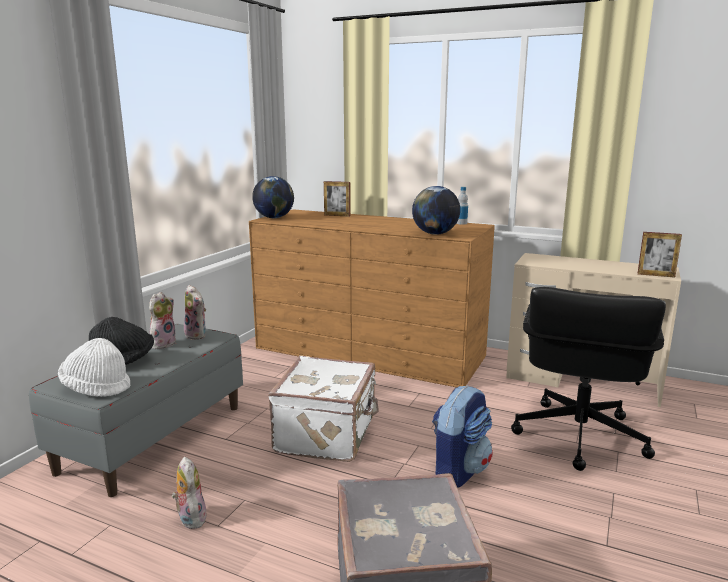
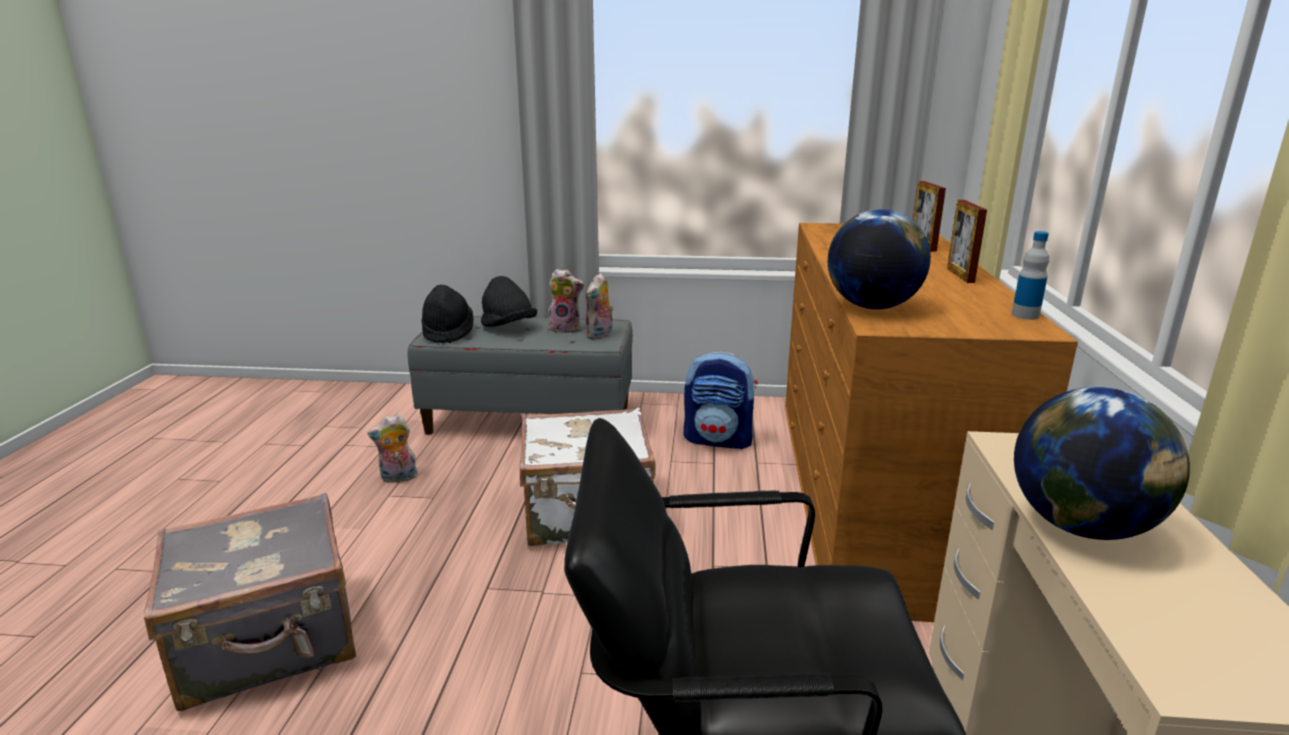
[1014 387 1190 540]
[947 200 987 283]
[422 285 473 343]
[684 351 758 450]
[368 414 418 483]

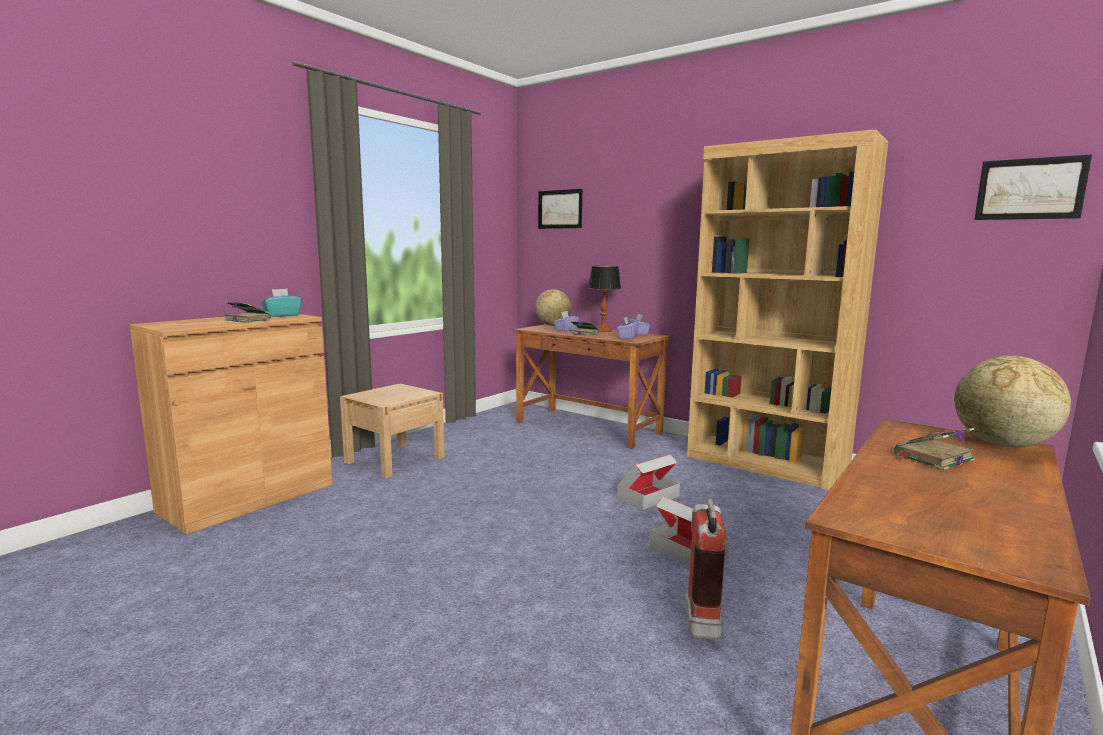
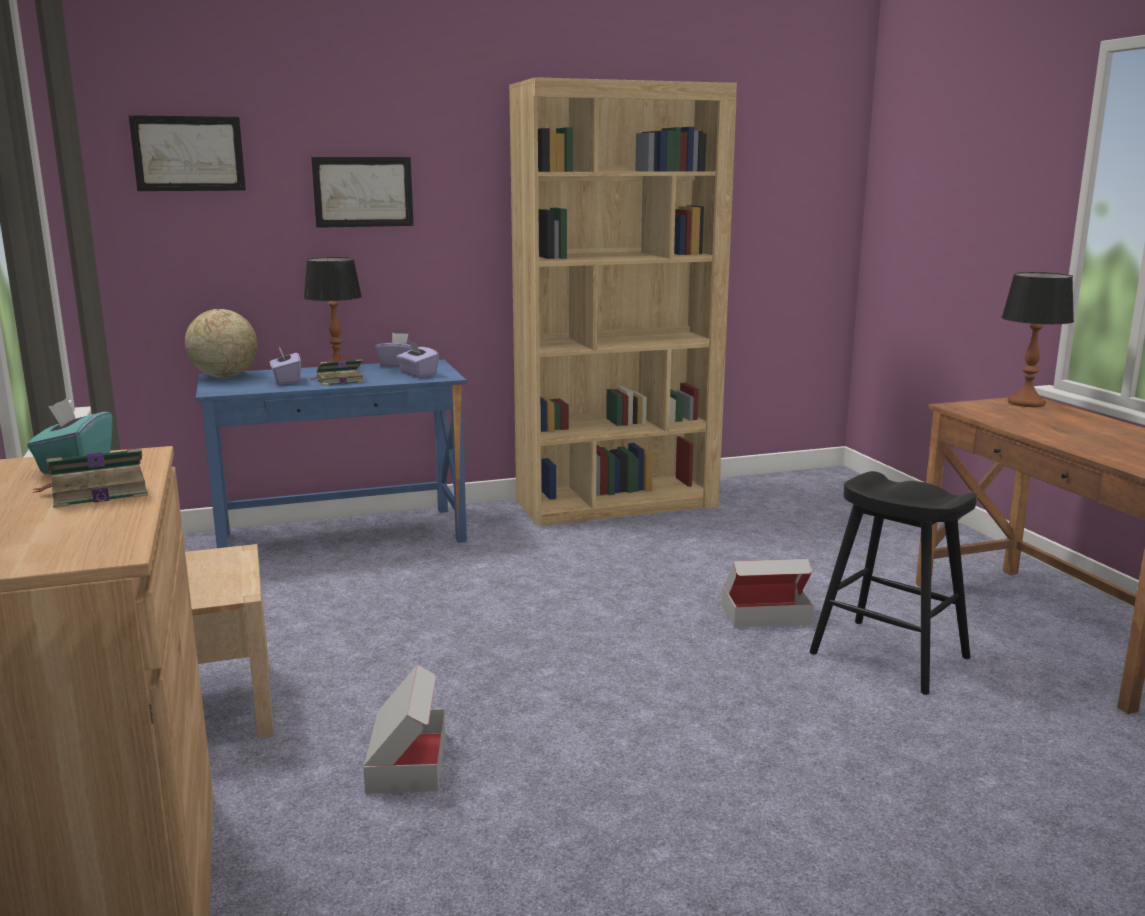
[311 157 414 228]
[196 360 467 548]
[1001 272 1074 407]
[894 428 975 470] (first image)
[363 665 445 794]
[809 471 977 695]

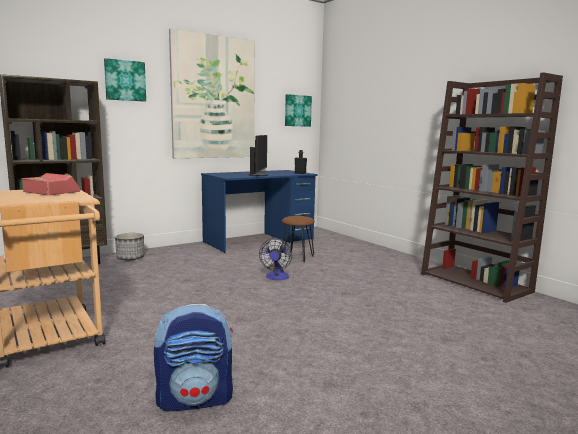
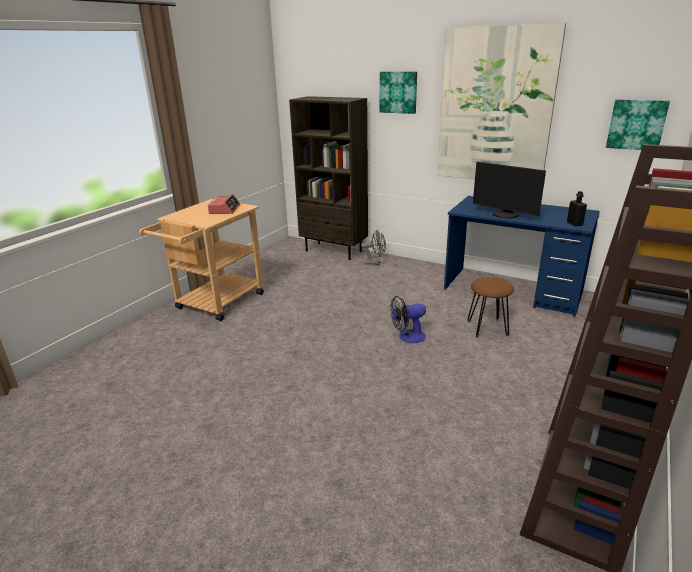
[473 162 546 219]
[361 230 386 265]
[154 303 233 411] (first image)

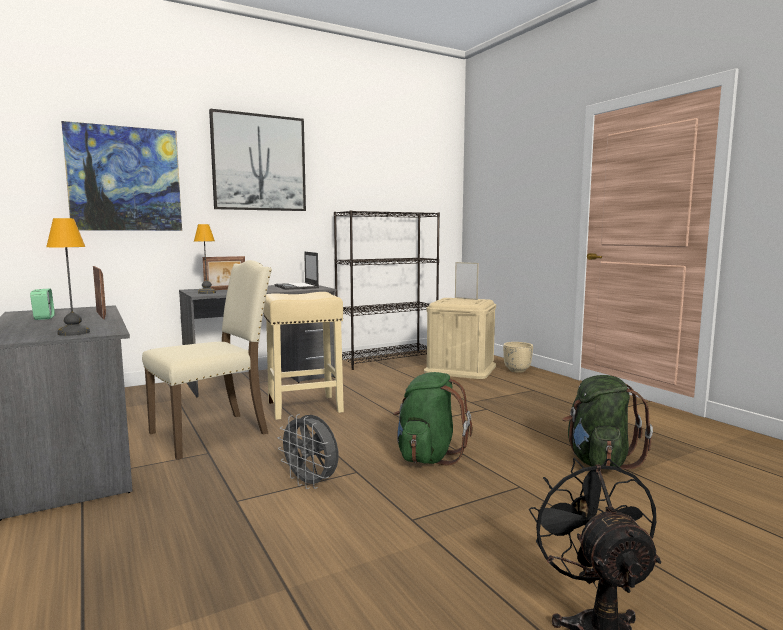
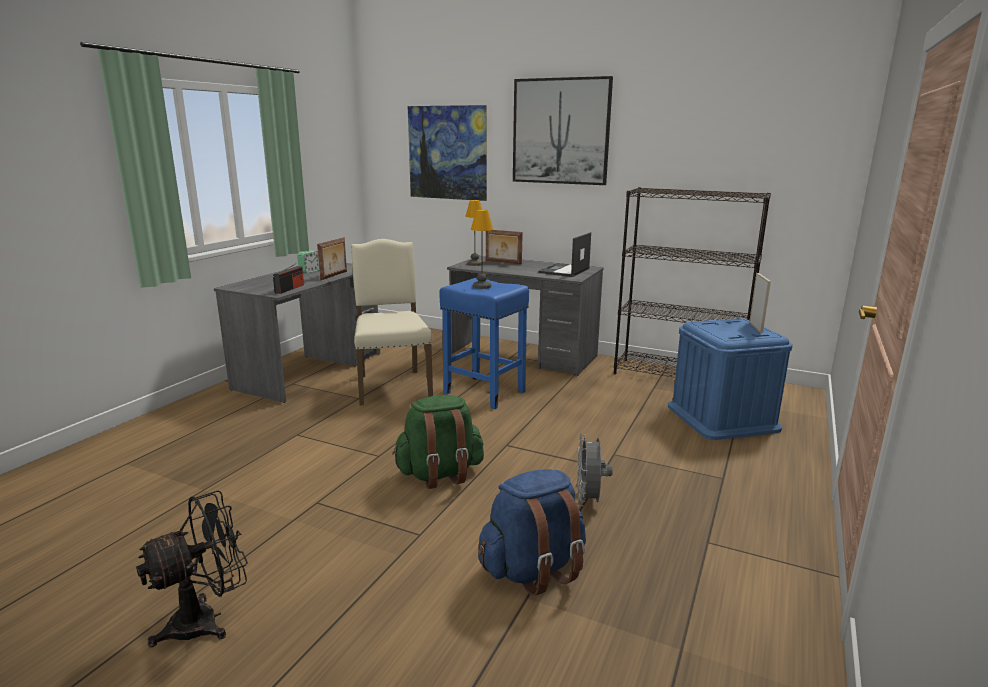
[471 210 493 289]
[351 239 433 406]
[439 278 529 409]
[668 318 793 440]
[503 342 533 373] (first image)
[478 469 586 596]
[577 433 613 506]
[273 263 304 294]

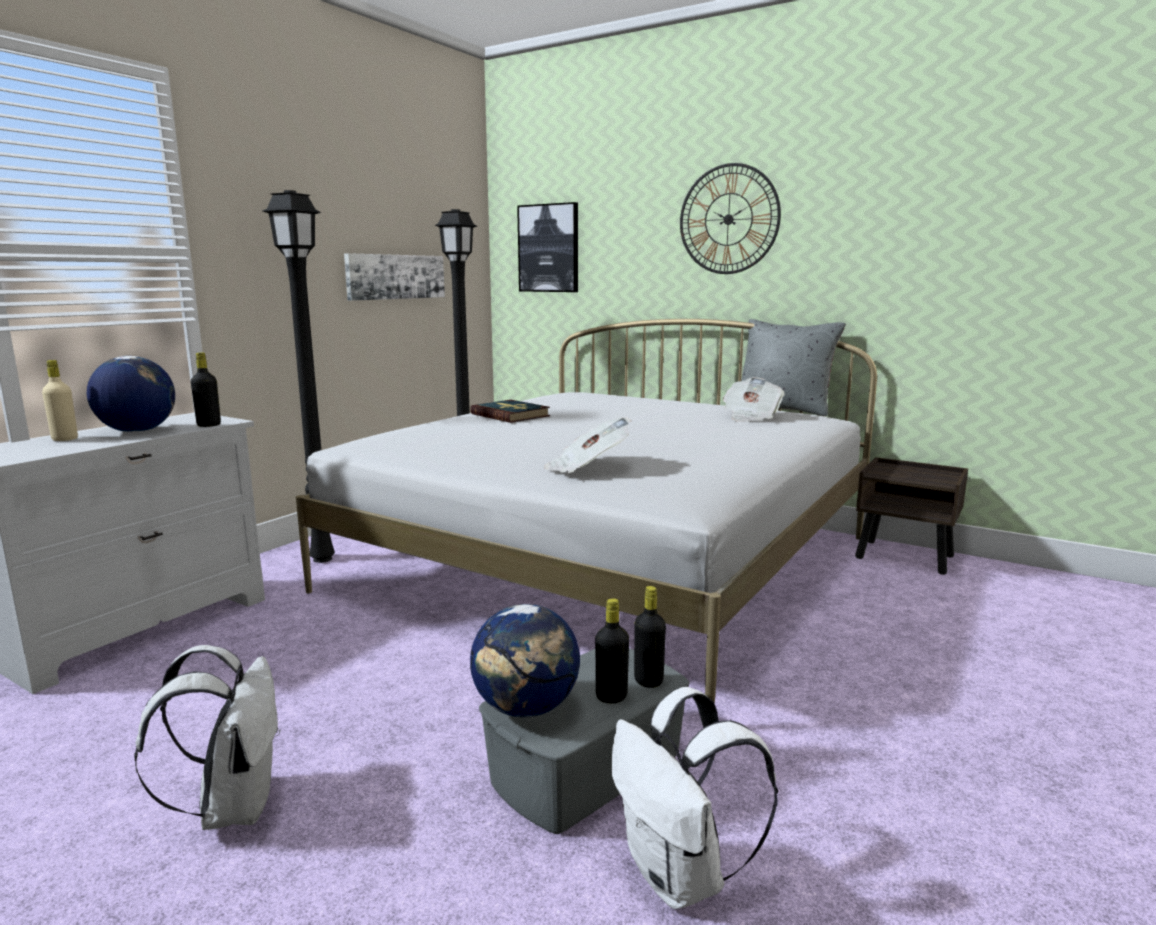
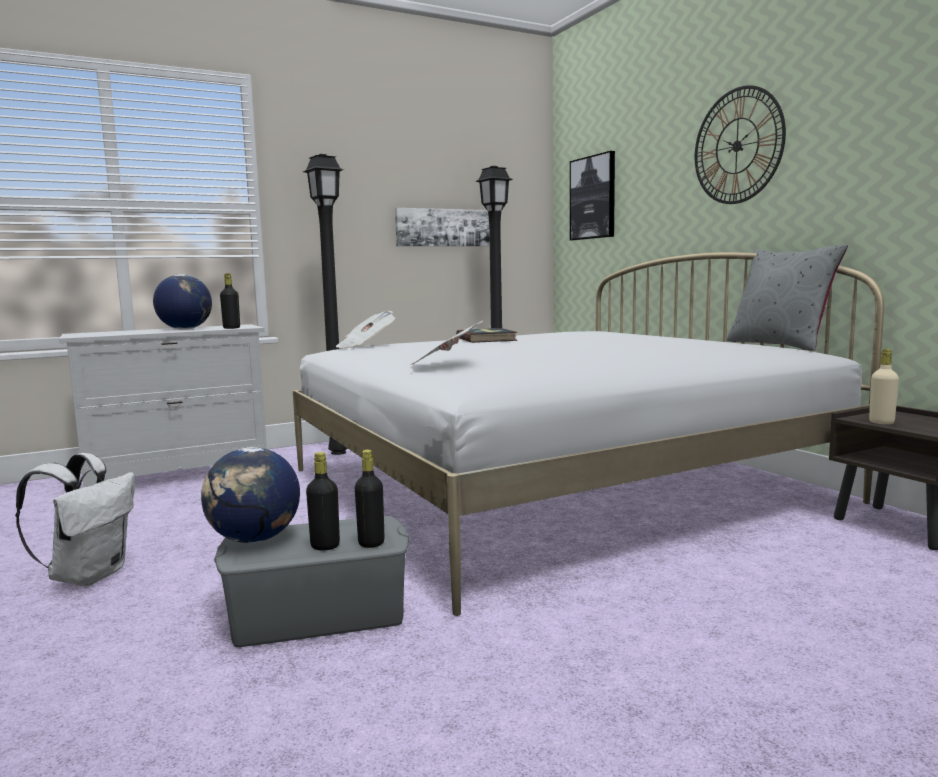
[869 349 899 424]
[336 311 395 348]
[611 687 778 909] (first image)

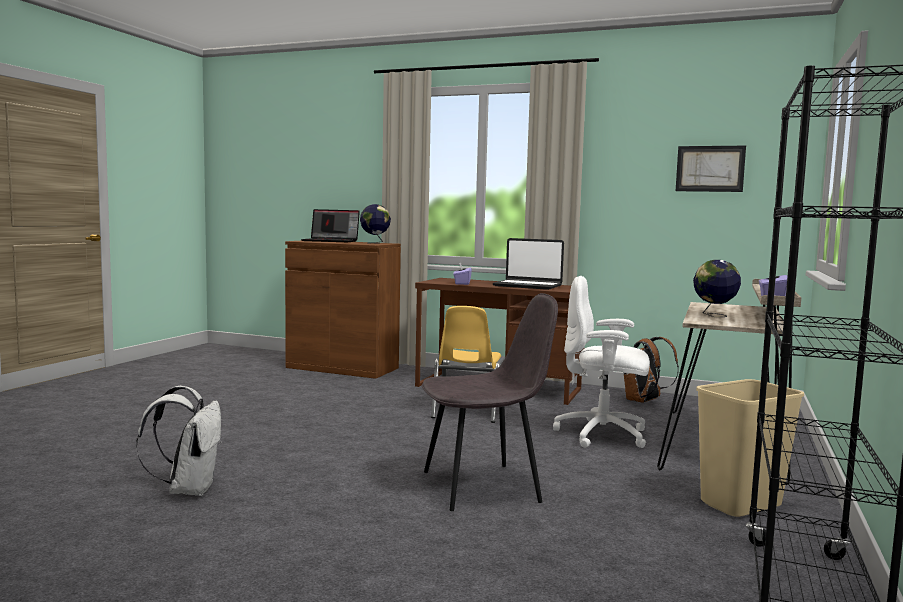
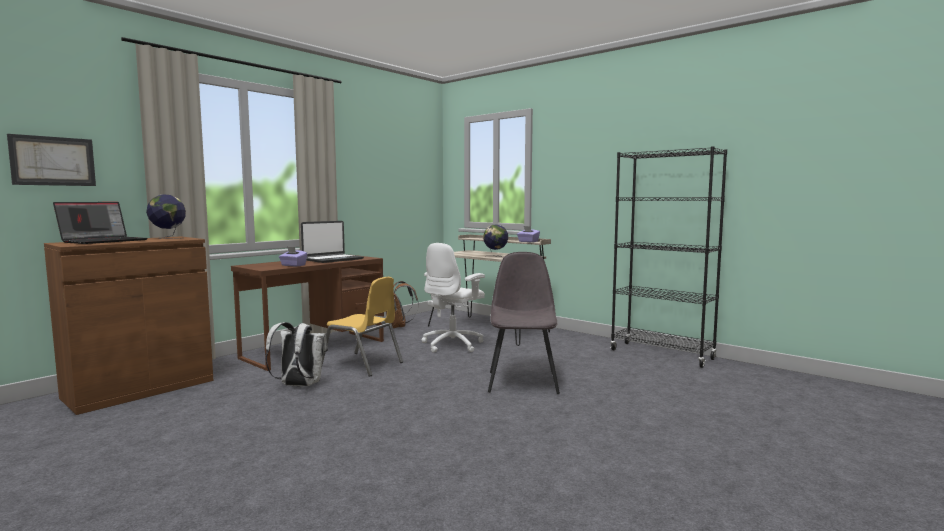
[7 134 96 186]
[696 379 804 517] (first image)
[265 322 328 386]

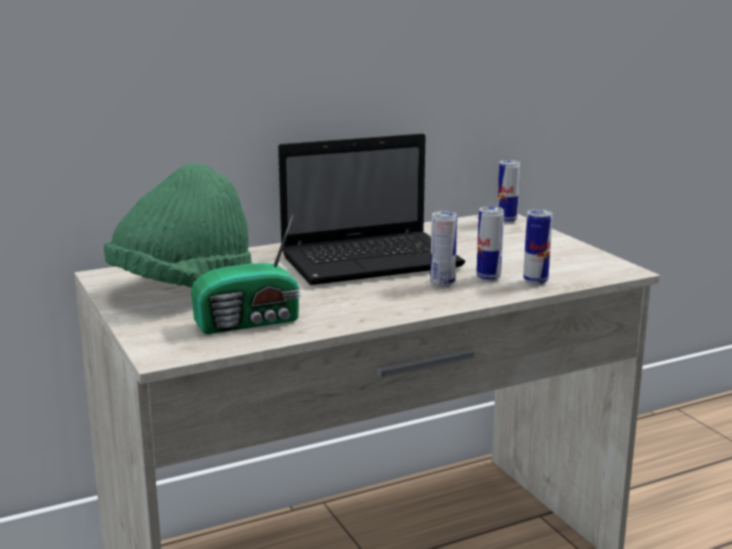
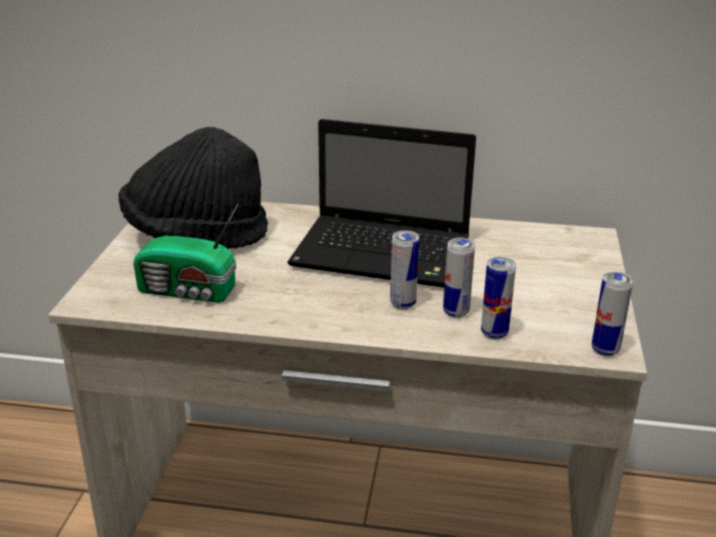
[592 272 633 356]
[118 127 268 249]

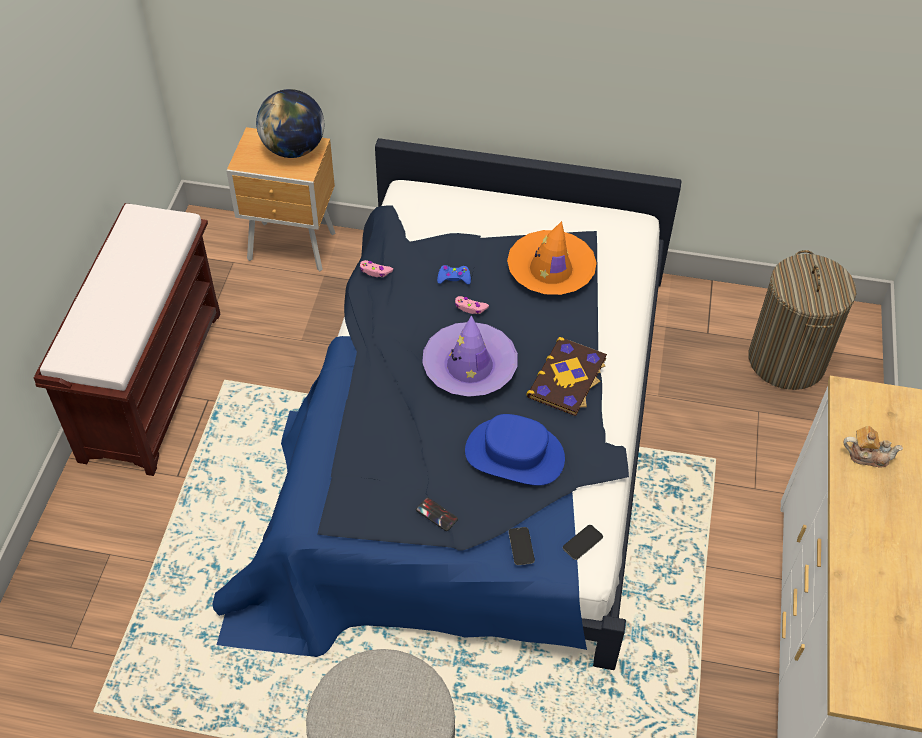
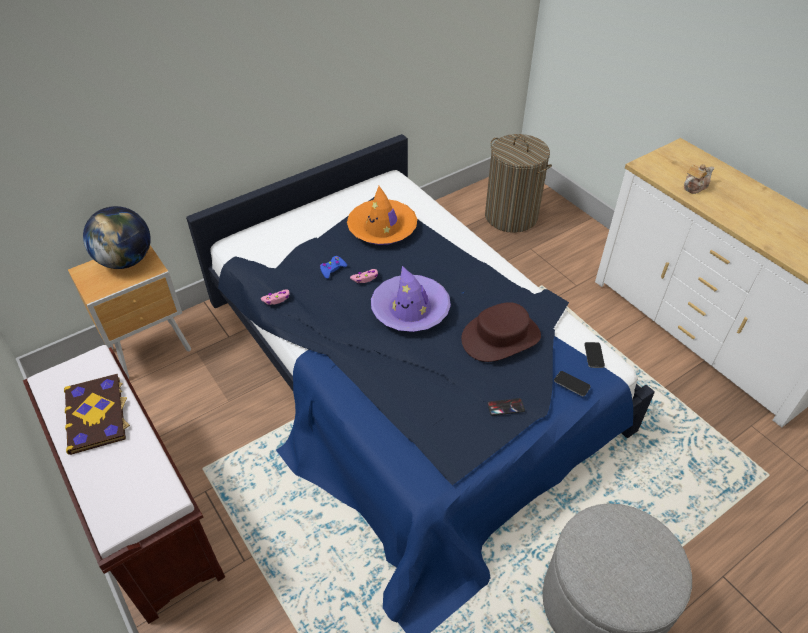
[64 374 130 455]
[461 302 541 362]

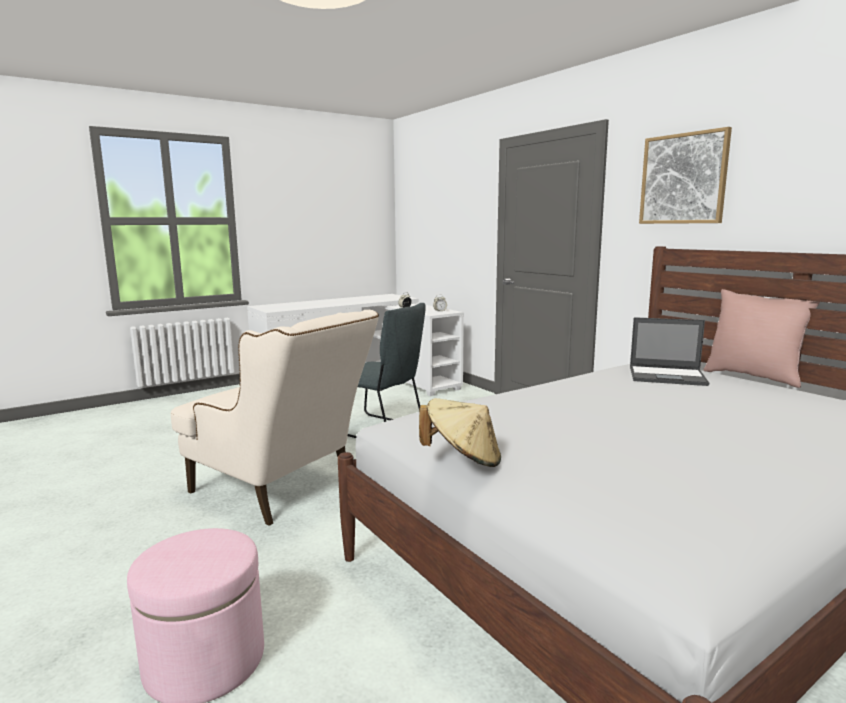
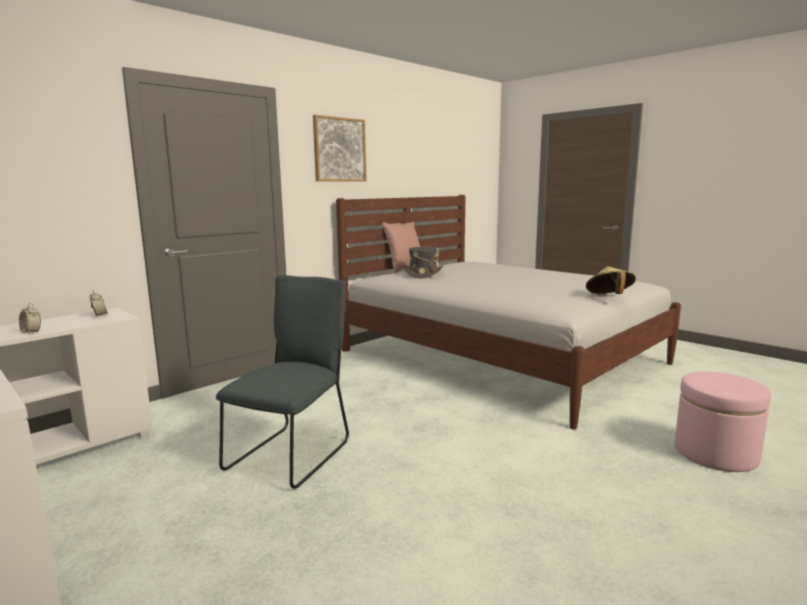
[171 310 379 526] (first image)
[404 247 443 278]

